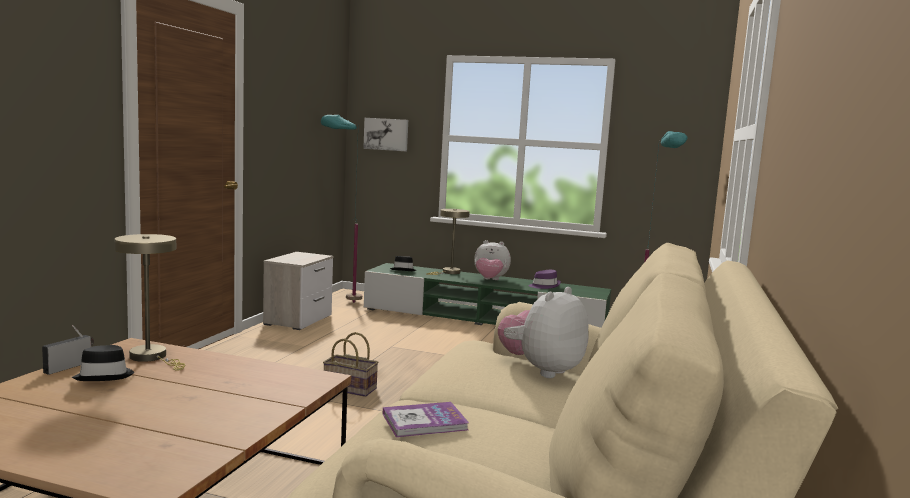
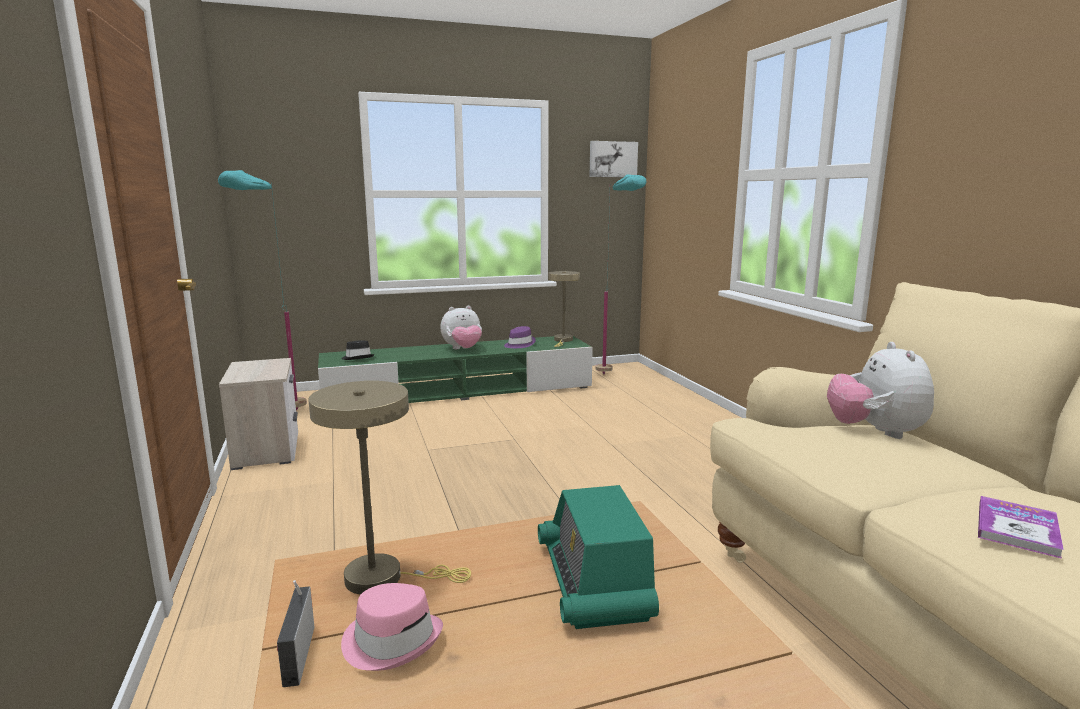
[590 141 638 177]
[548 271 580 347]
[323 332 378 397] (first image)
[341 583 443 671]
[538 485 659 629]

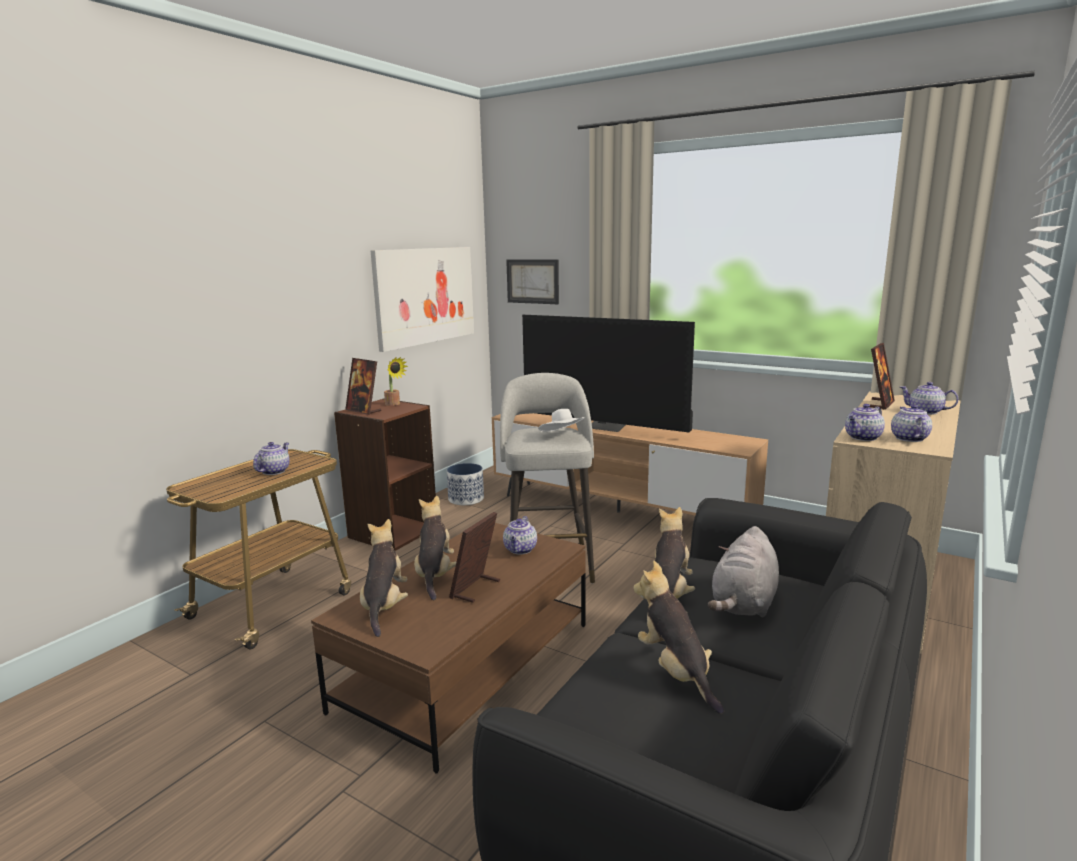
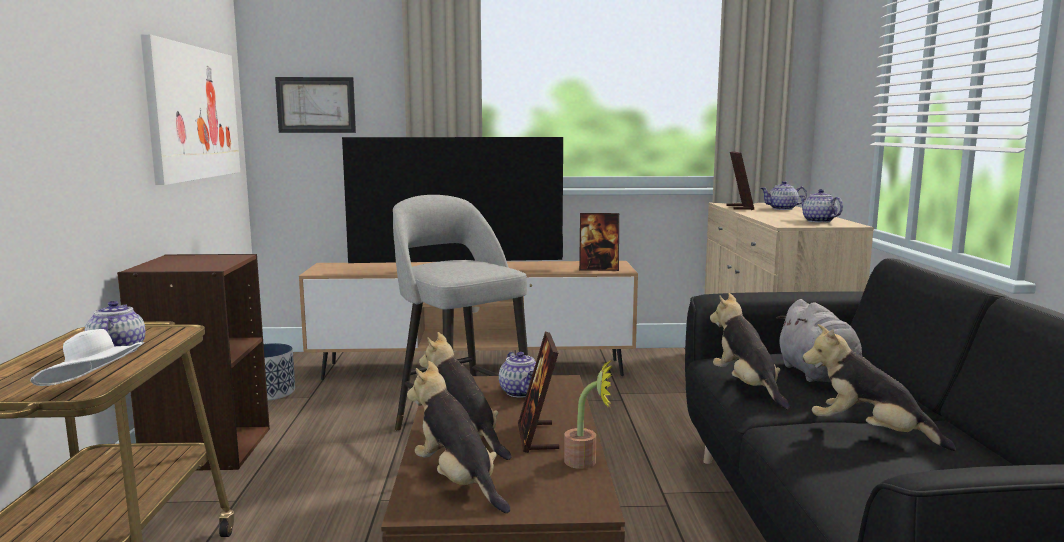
[564 358 613 469]
[579 213 619 271]
[845 404 885 441] (first image)
[30 329 145 386]

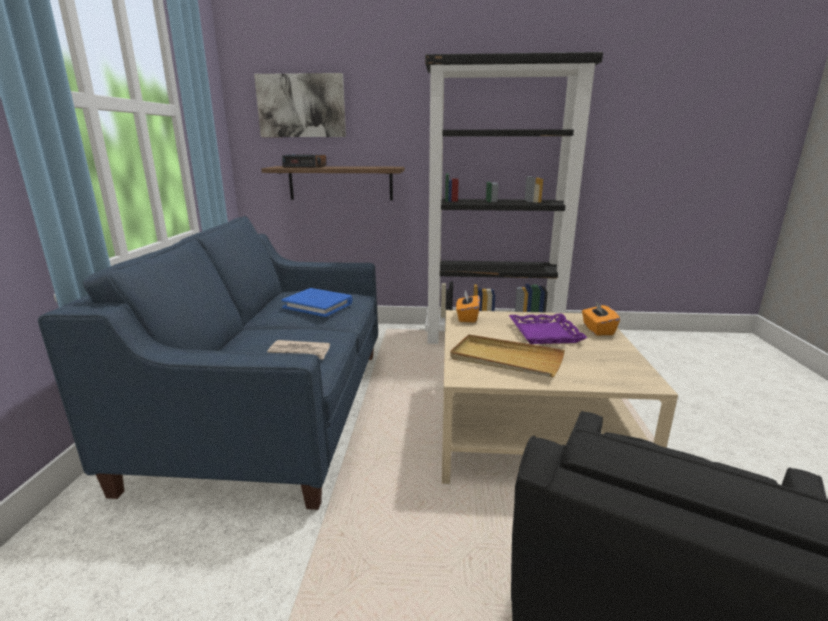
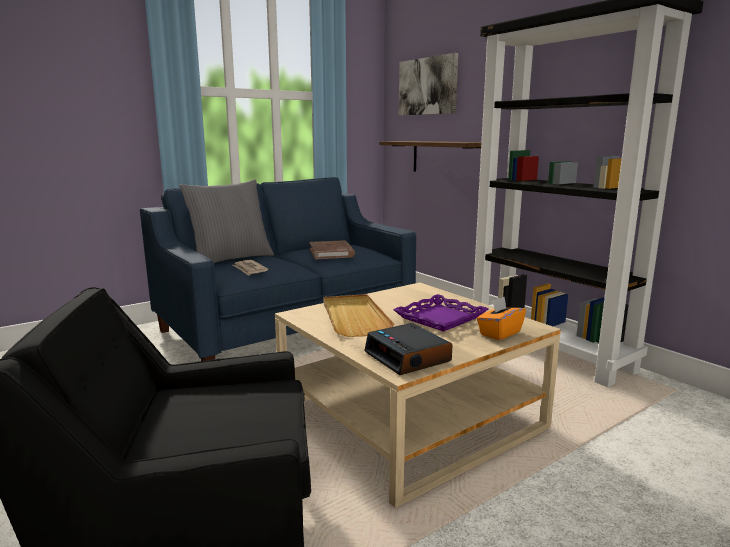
[364 323 453 375]
[310 240 355 259]
[456 290 480 323] (first image)
[179 179 274 263]

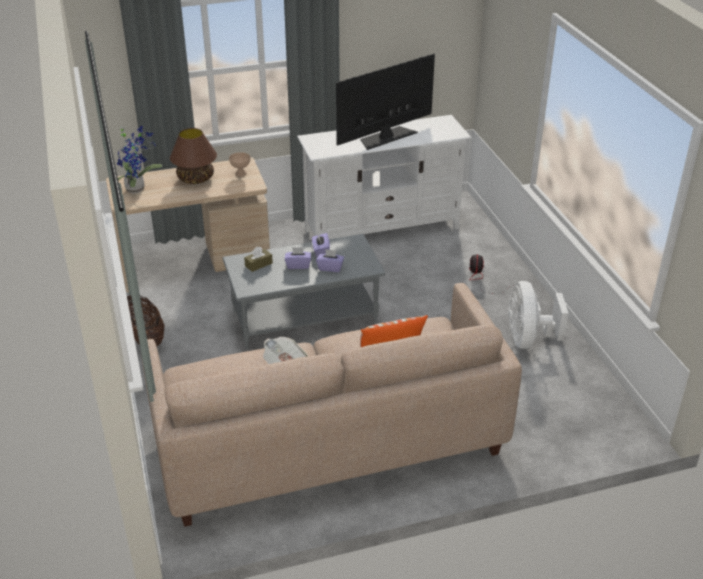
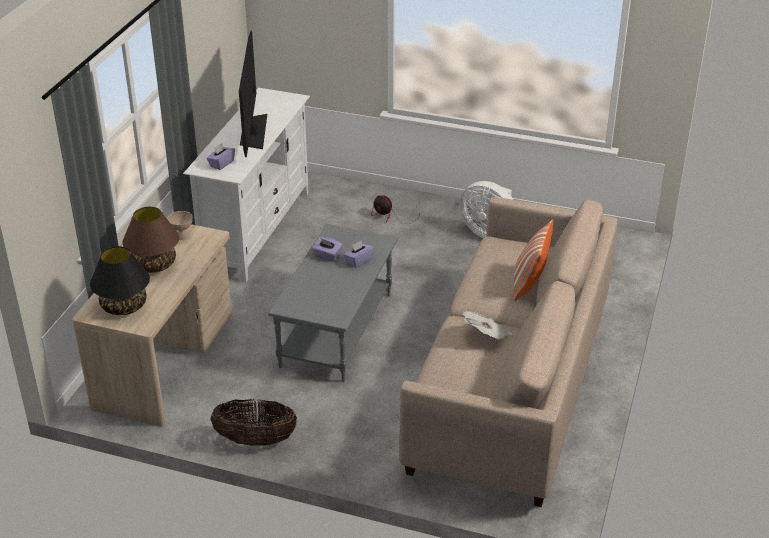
[90 246 150 315]
[244 246 273 272] (first image)
[207 143 235 170]

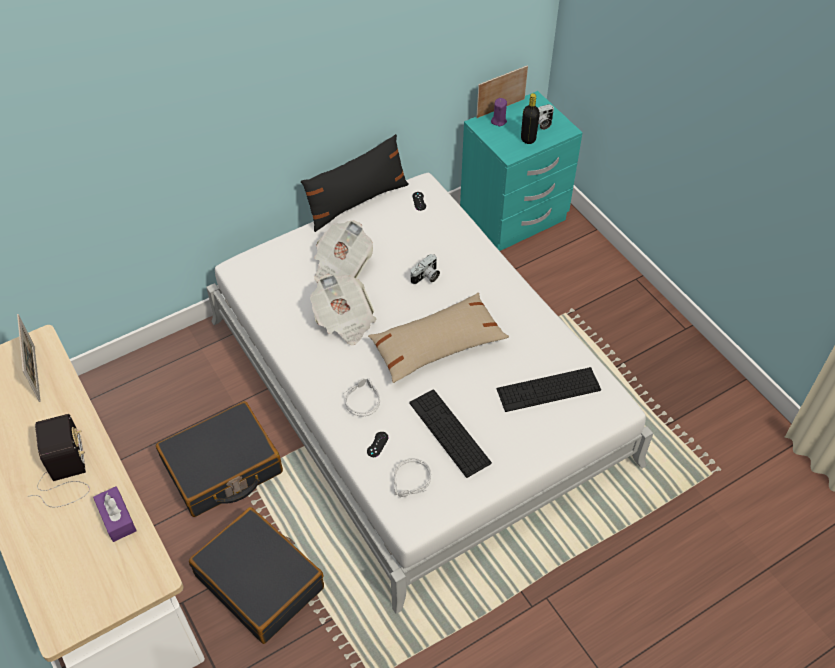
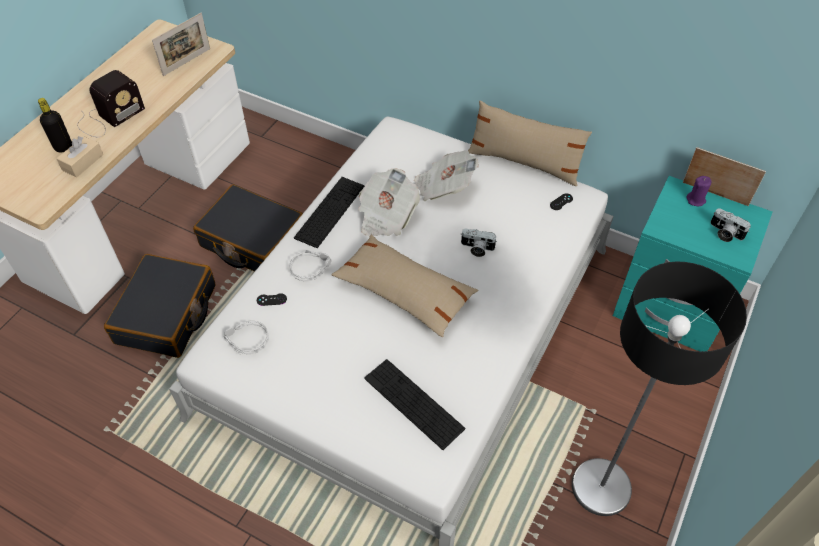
[38 98 72 153]
[468 101 592 186]
[294 177 364 248]
[56 136 103 178]
[572 262 747 516]

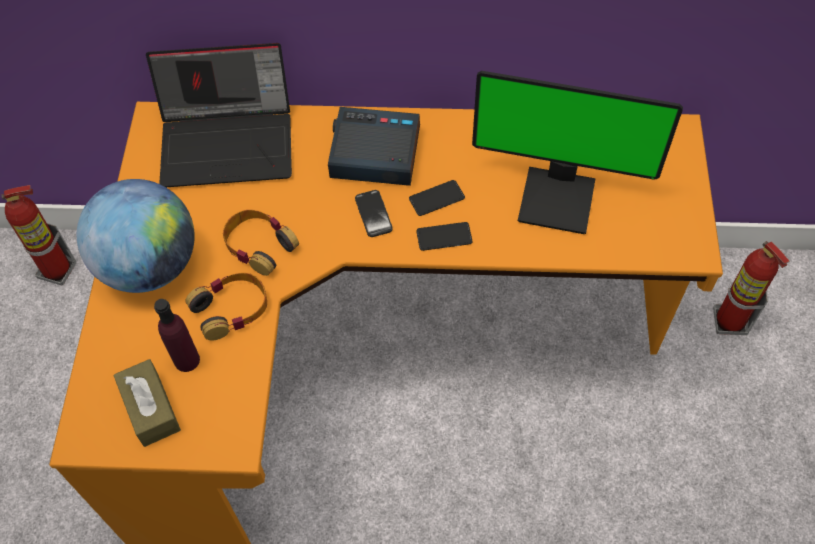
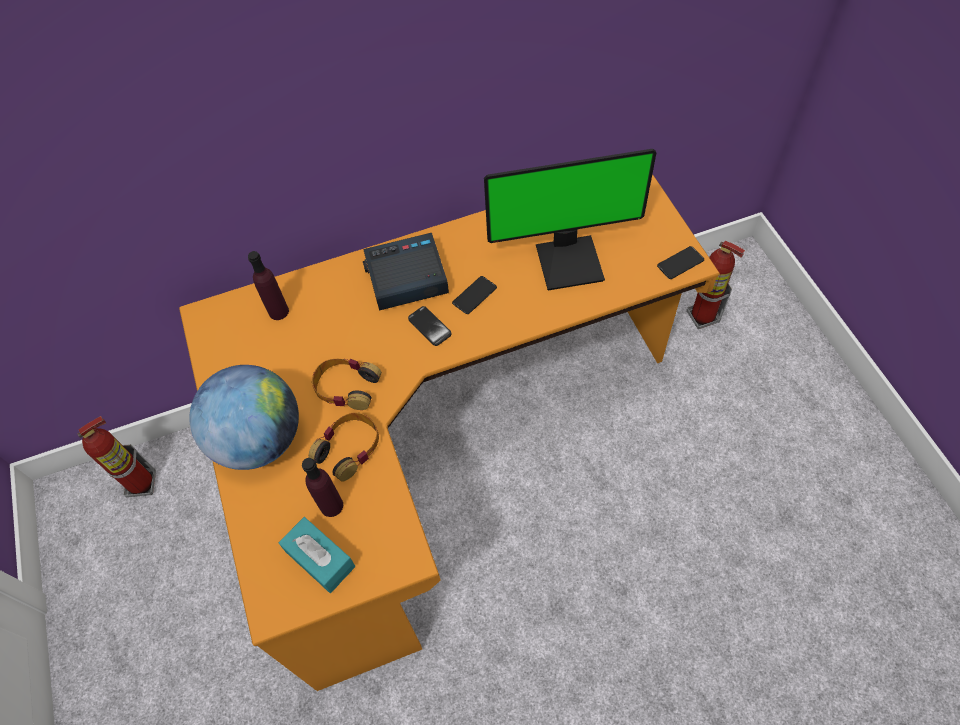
[248 251 289 320]
[657 246 704 279]
[279 517 355 593]

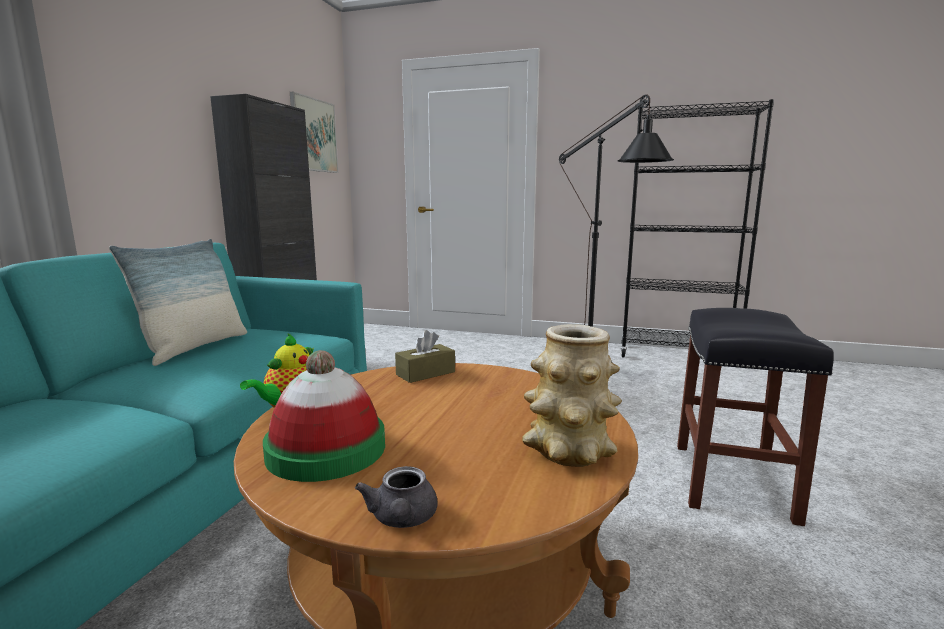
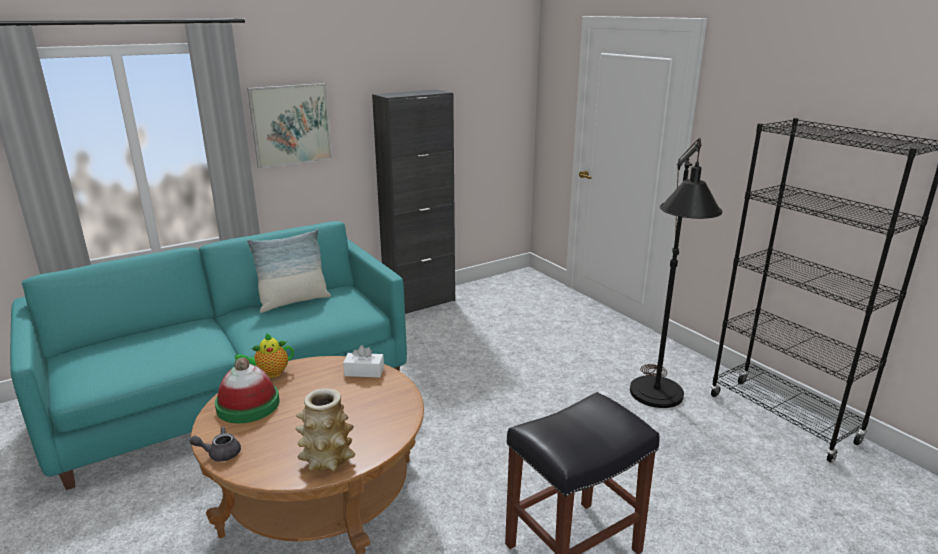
[247 83 332 168]
[343 345 384 378]
[190 427 241 462]

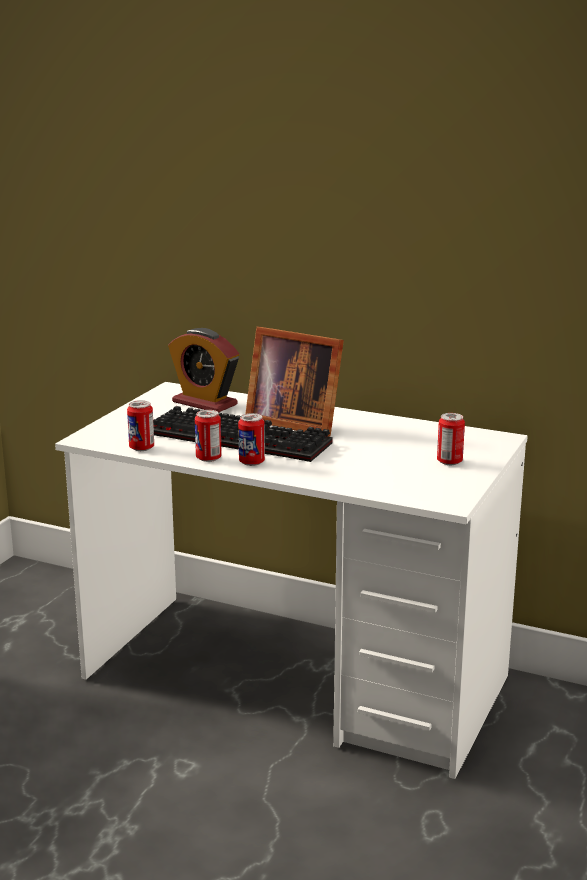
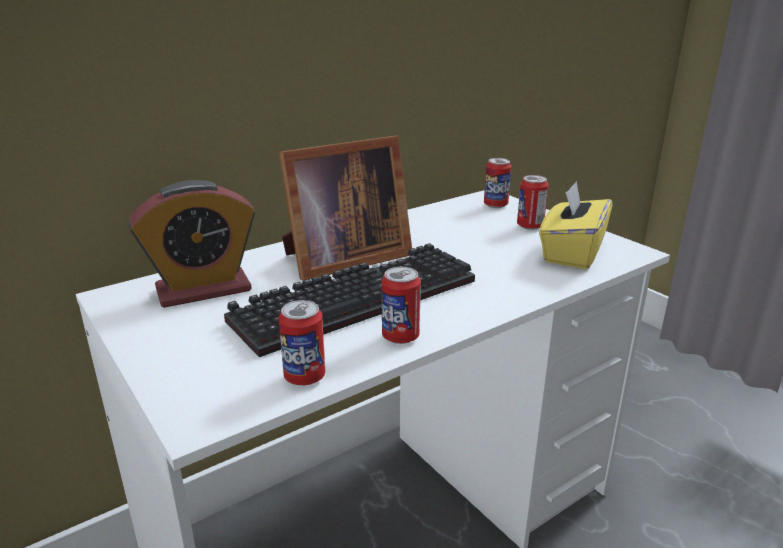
[484 158 511 208]
[539 181 612 269]

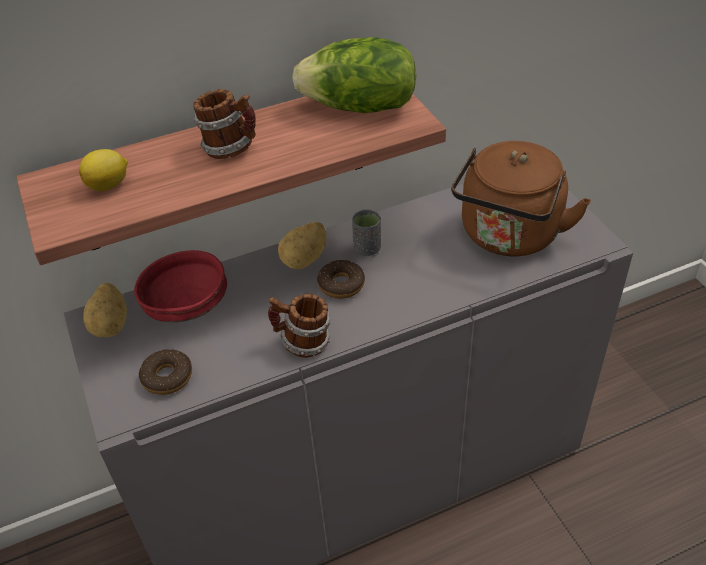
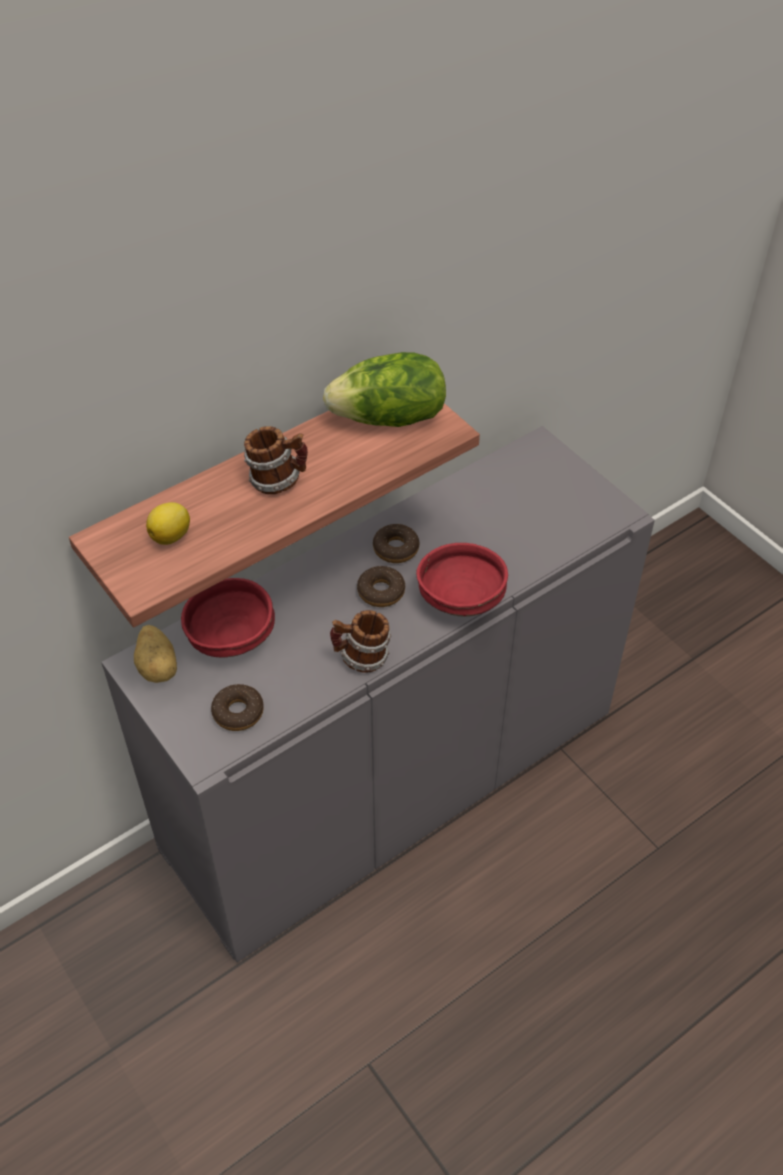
[451 141 591 256] (first image)
[373 524 419 563]
[278 222 326 269] (first image)
[416 543 508 617]

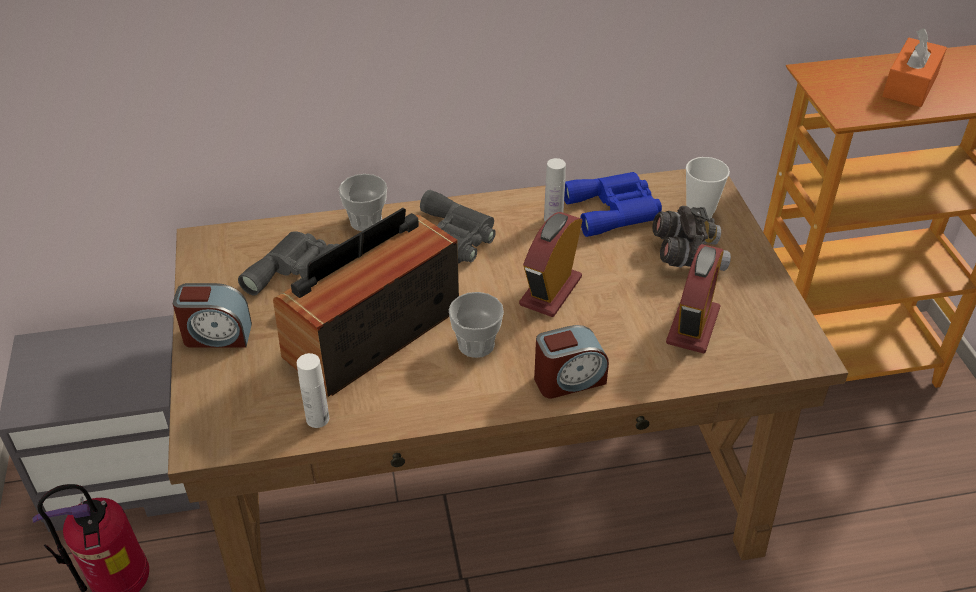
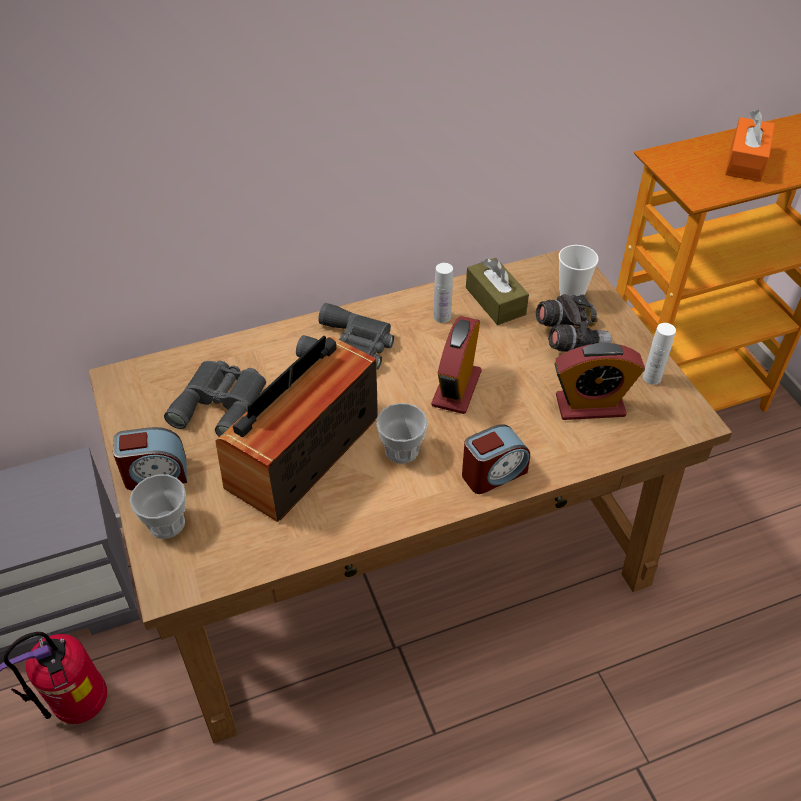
[466 258 529 325]
[130 475 186 539]
[554 342 645 420]
[643 323 676 385]

